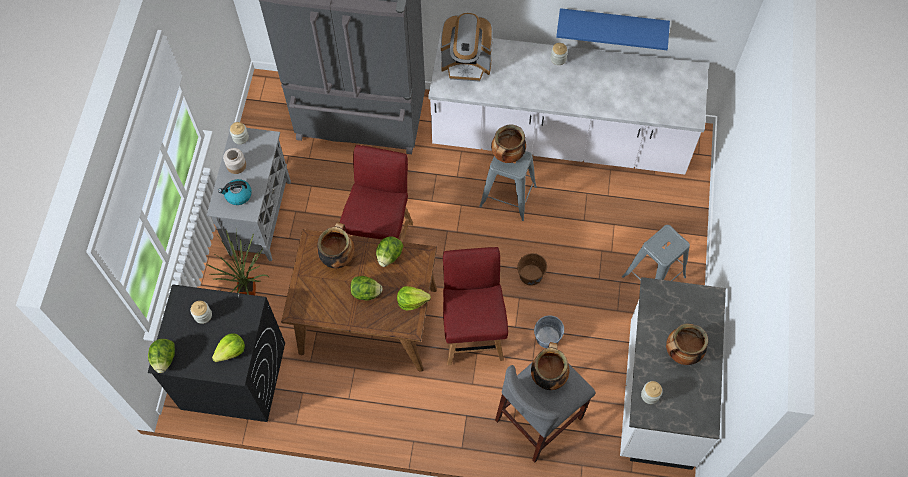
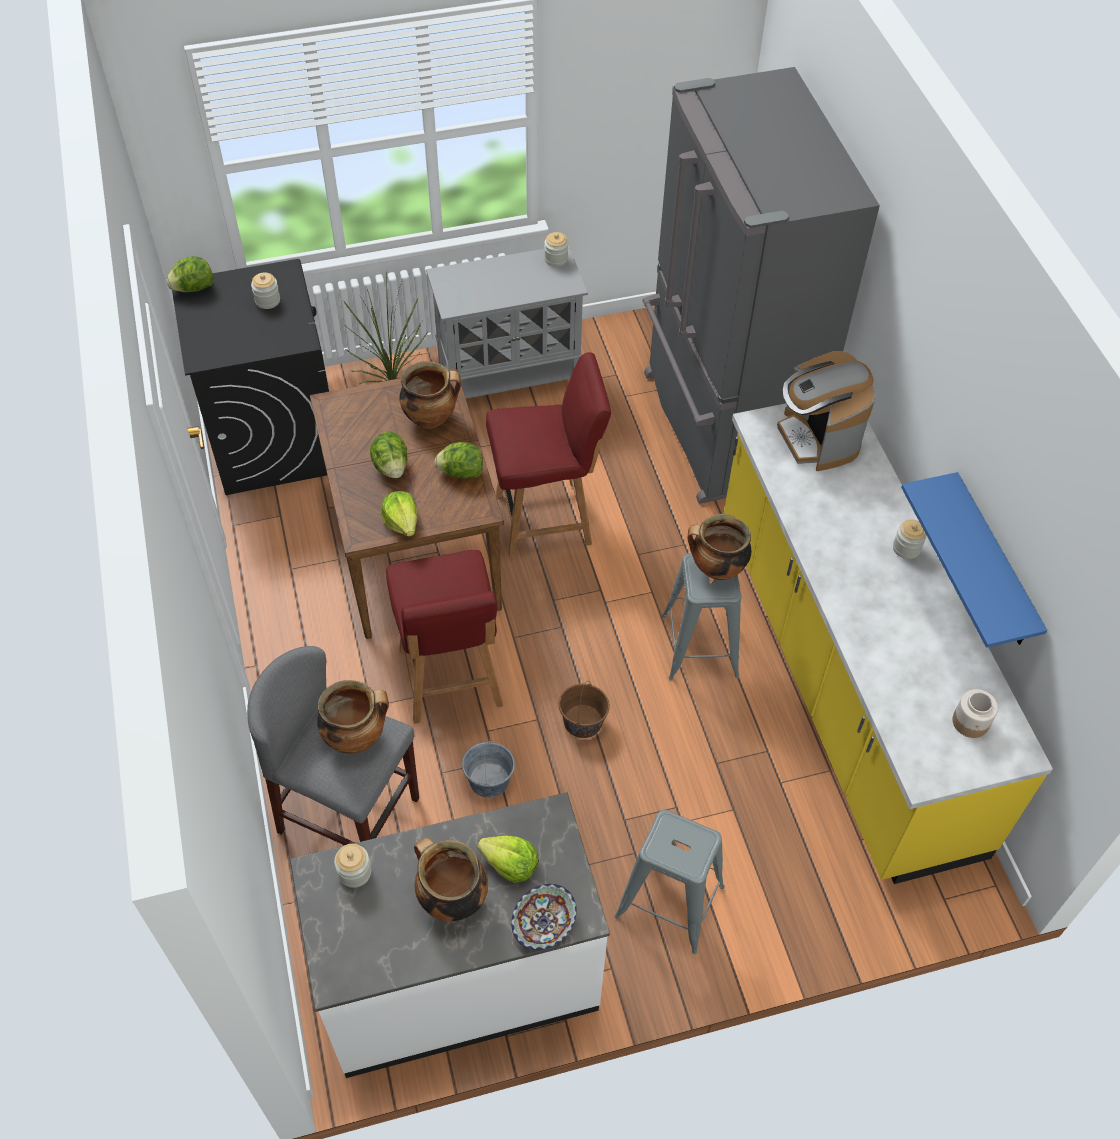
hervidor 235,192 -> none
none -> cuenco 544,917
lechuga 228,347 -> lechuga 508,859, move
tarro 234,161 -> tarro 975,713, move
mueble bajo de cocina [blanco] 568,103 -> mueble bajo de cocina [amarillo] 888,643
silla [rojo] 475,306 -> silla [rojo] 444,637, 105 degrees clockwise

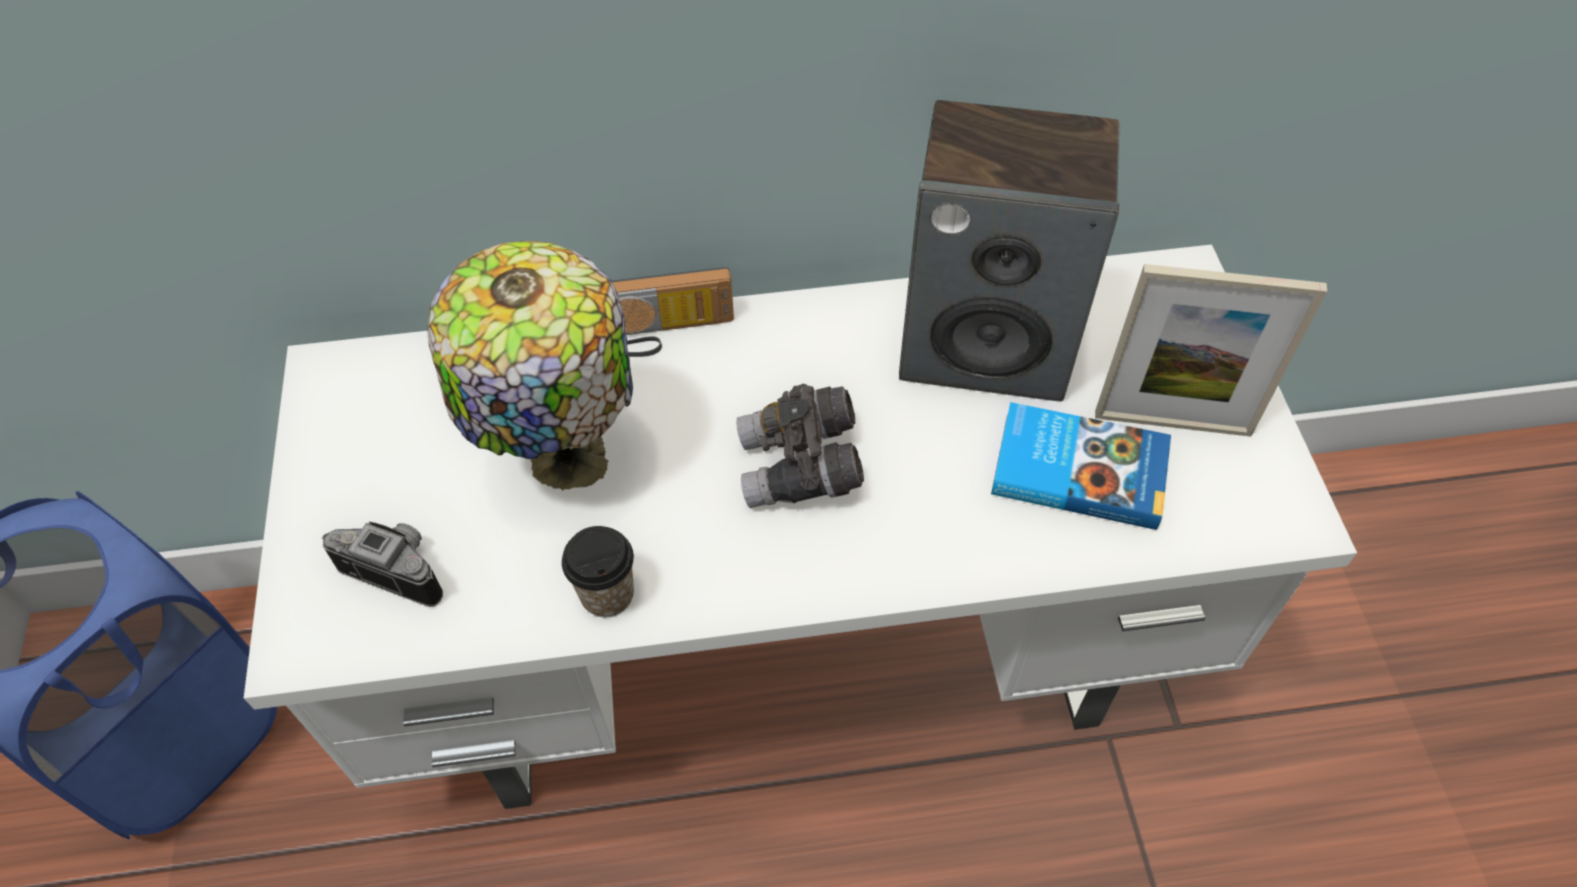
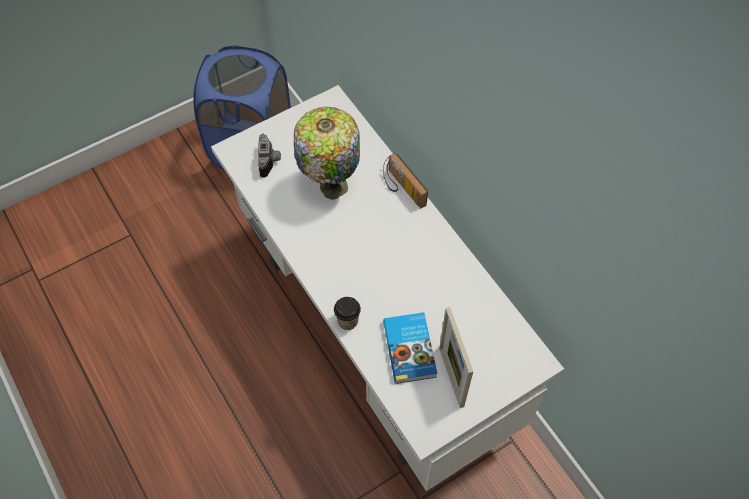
prismáticos [gris] 800,446 -> none
altavoz 1009,250 -> none
taza 598,571 -> taza 347,313, move

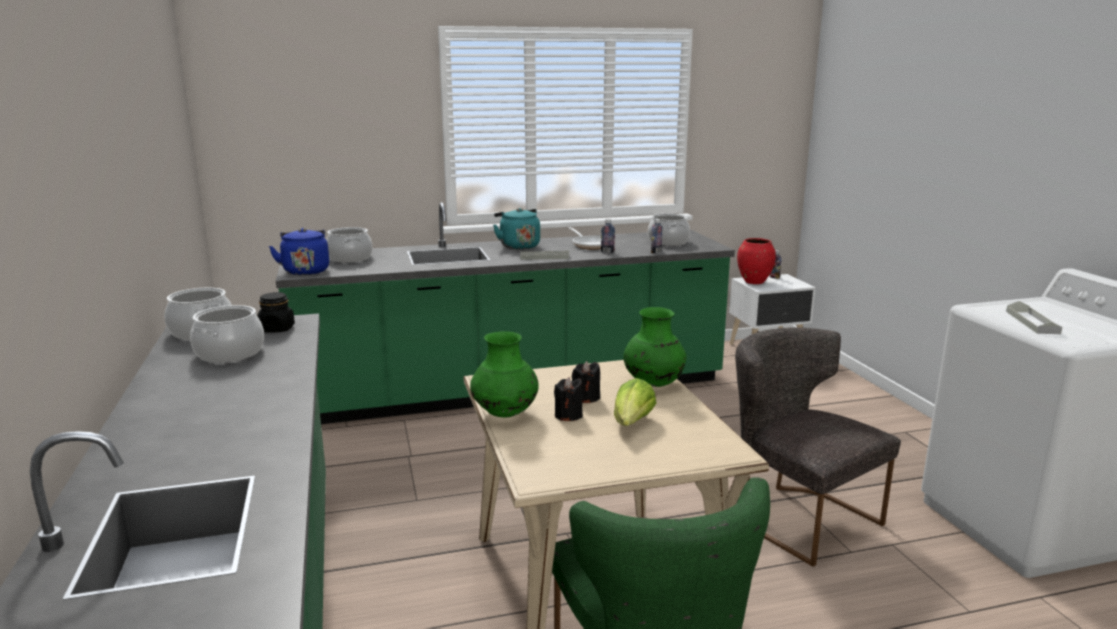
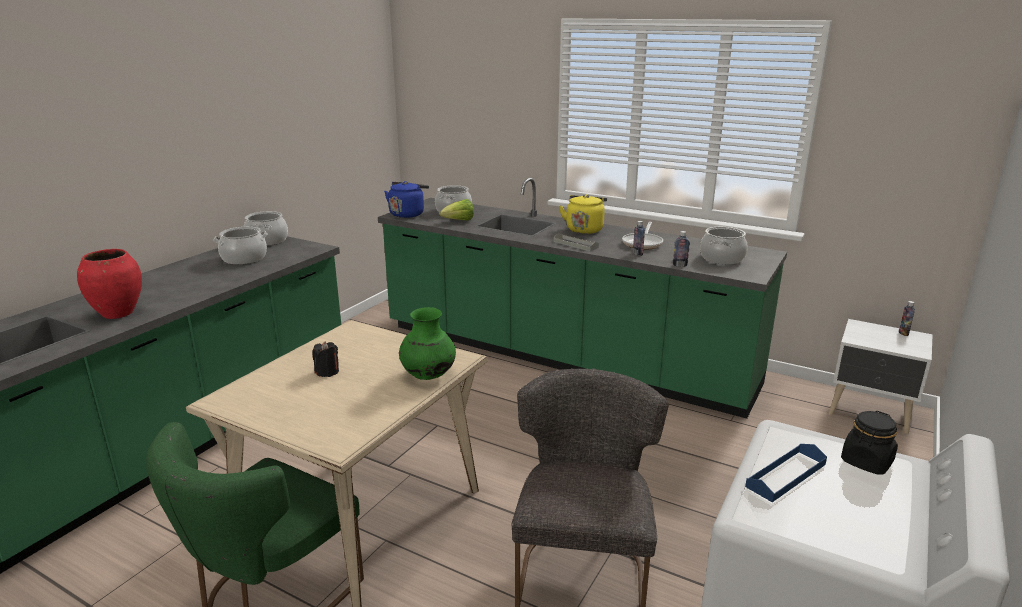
florero [verde] 504,374 -> none
vela [negro] 586,382 -> none
tarro [negro] 276,312 -> tarro [negro] 869,443, move
lechuga 635,402 -> lechuga 456,210, move
florero [rojo] 756,261 -> florero [rojo] 109,284, move
hervidor [turquesa] 516,229 -> hervidor [amarillo] 583,214
bandeja [gris] 1034,317 -> bandeja [azul] 786,473

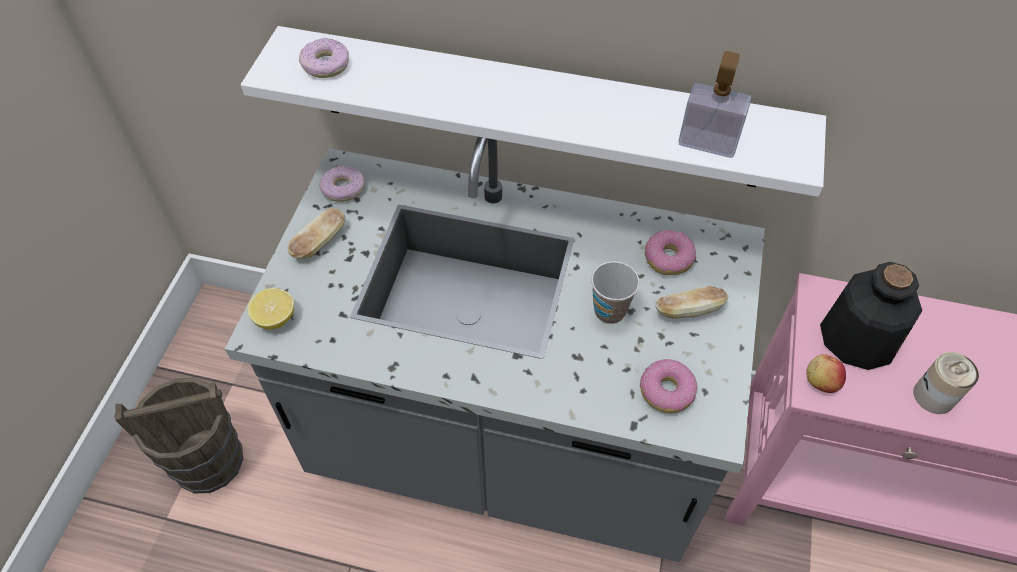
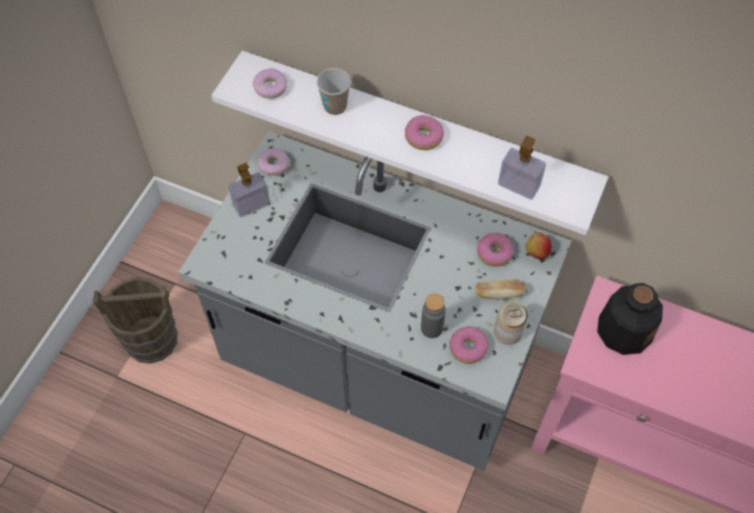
limón 270,308 -> none
none -> rosquilla 424,132
none -> botella [gris] 433,315
taza 615,292 -> taza 334,91, move
manzana 826,373 -> manzana 539,245, move
lata 946,383 -> lata 511,323, move
pan 317,233 -> dispensador de jabón 249,190

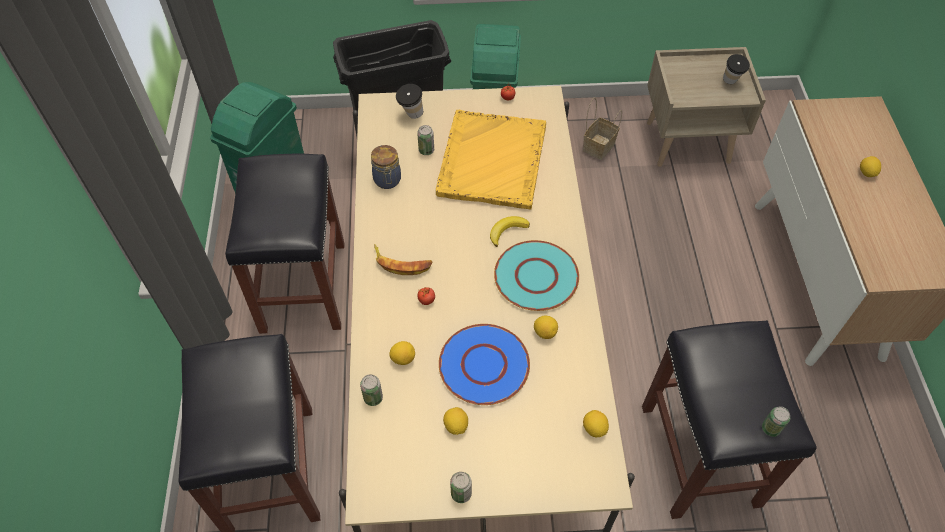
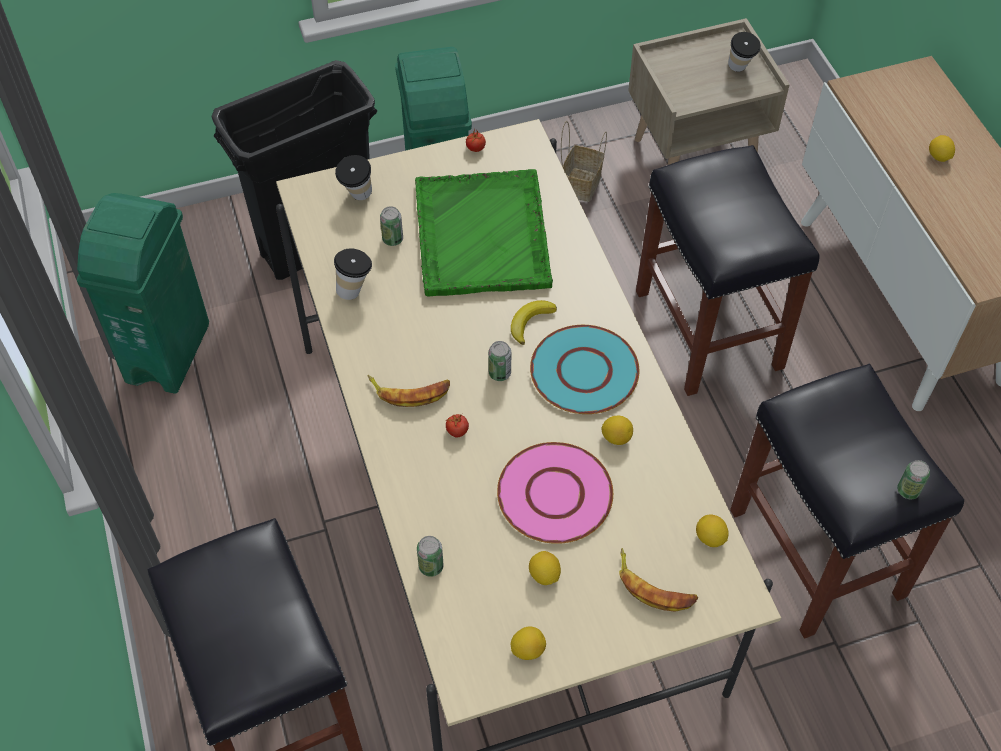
none -> plátano 658,580
taburete [negro] 285,244 -> taburete [negro] 727,270, move
limón 402,353 -> limón 528,643, move
lata 461,487 -> lata 499,361, move
tarro 386,167 -> taza 353,274
bandeja [amarillo] 491,159 -> bandeja [verde] 484,233
plato [azul] 484,364 -> plato [rosa] 555,493

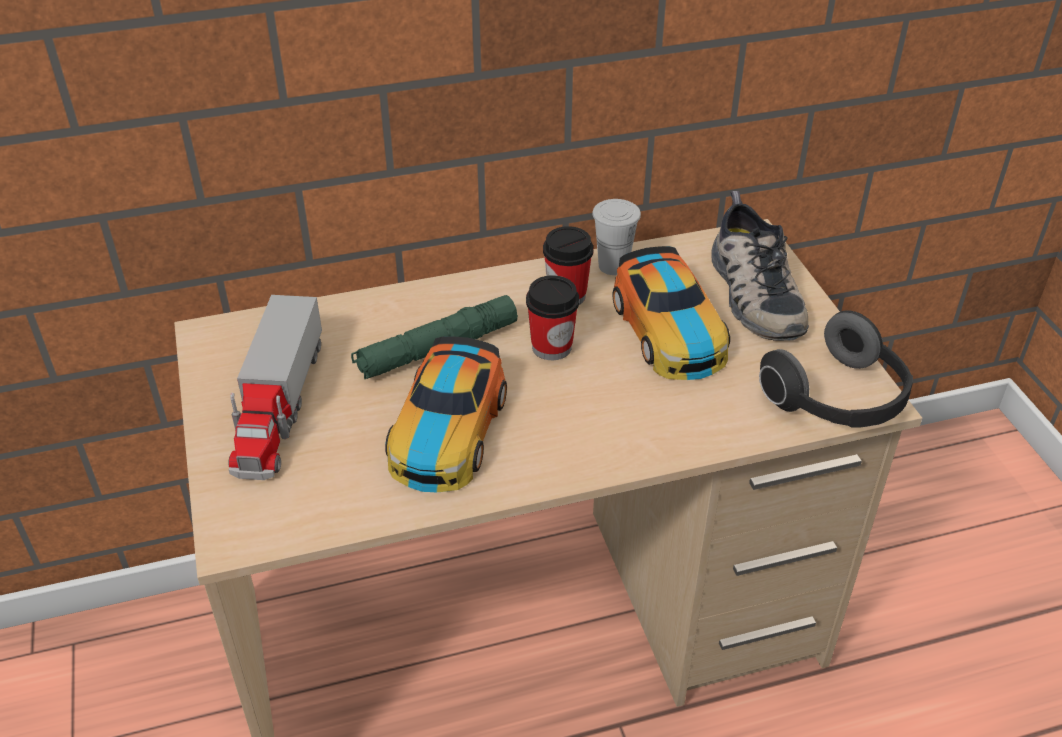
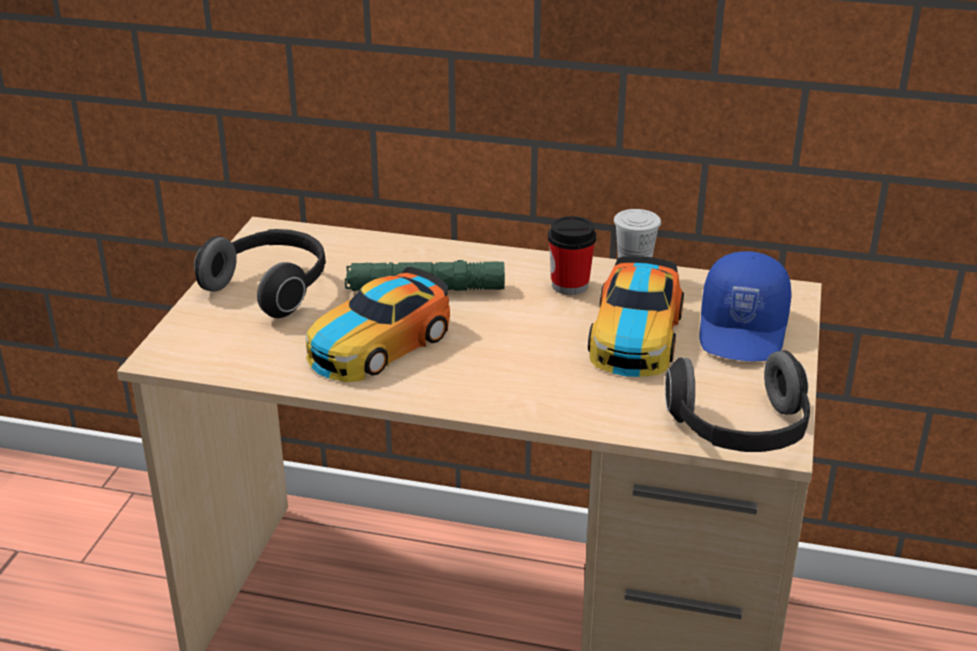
taza 552,317 -> none
camión de juguete 275,387 -> auriculares 260,273
zapato 760,266 -> gorra [azul] 745,306

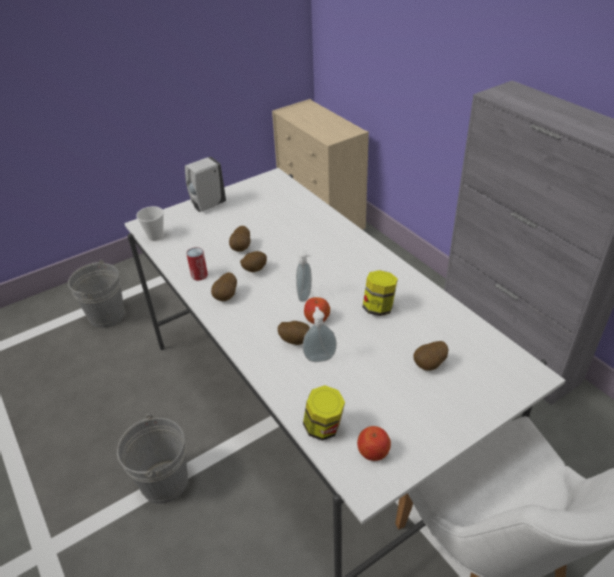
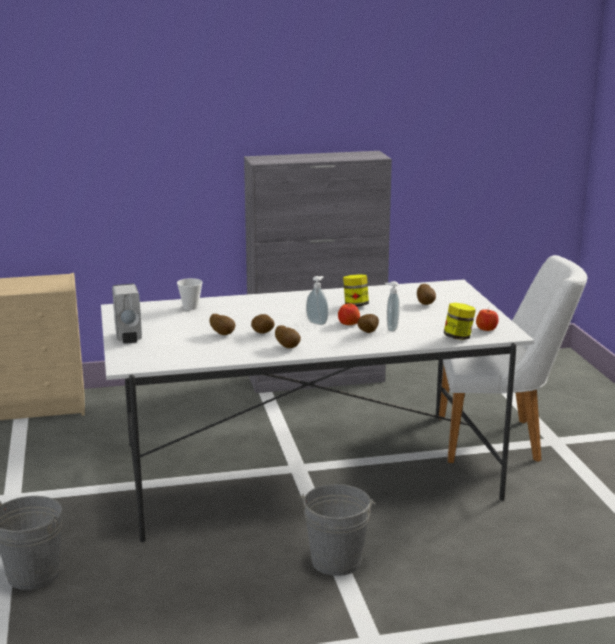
lata 197,264 -> none
taza 150,223 -> taza 190,294, move

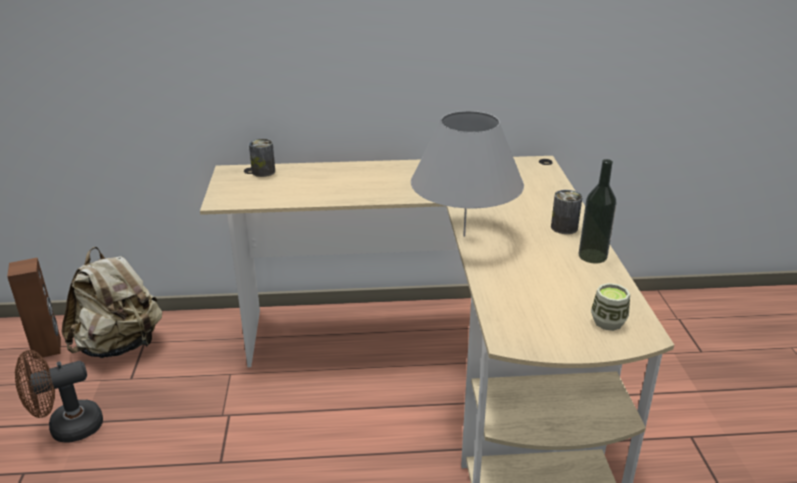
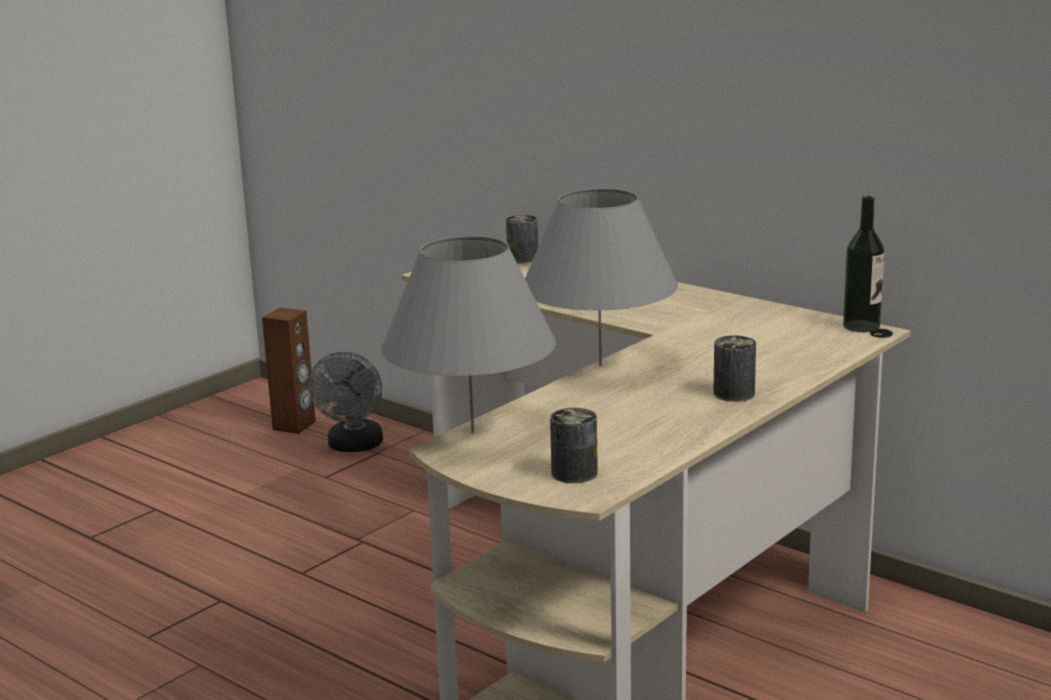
ventilador [marrón] 59,396 -> none
none -> lámpara de mesa [gris] 468,334
botella 598,211 -> botella 864,264, move
mochila [beis] 112,302 -> ventilador [gris] 346,401
taza 610,307 -> lata 574,445

